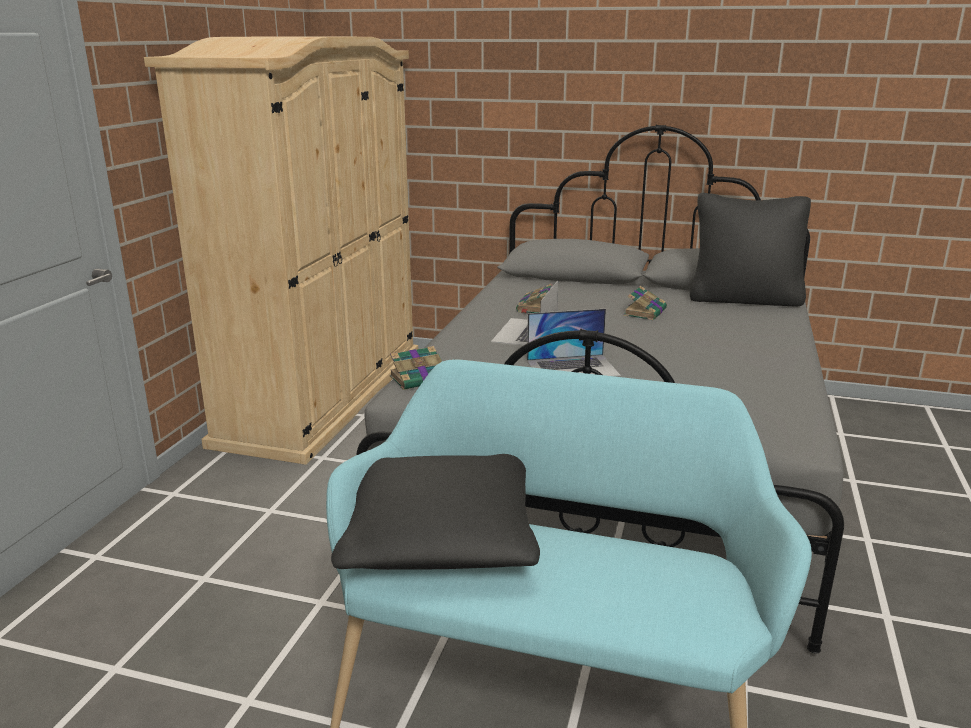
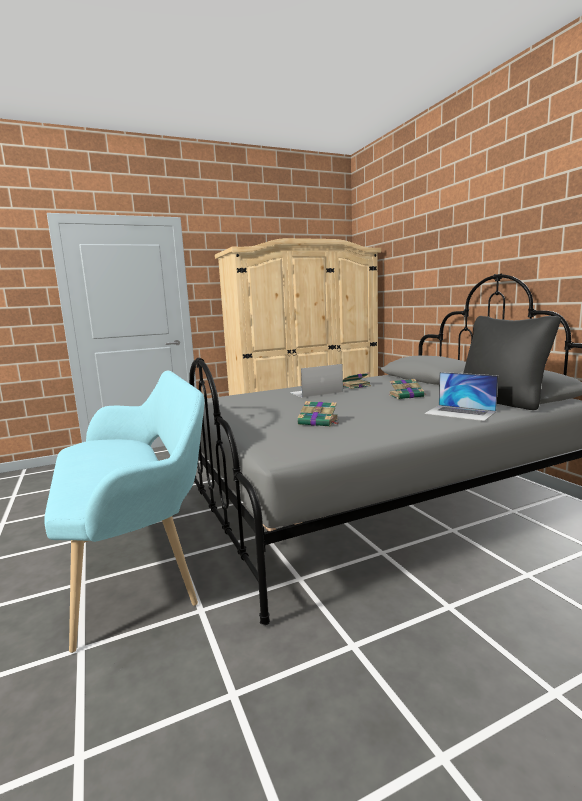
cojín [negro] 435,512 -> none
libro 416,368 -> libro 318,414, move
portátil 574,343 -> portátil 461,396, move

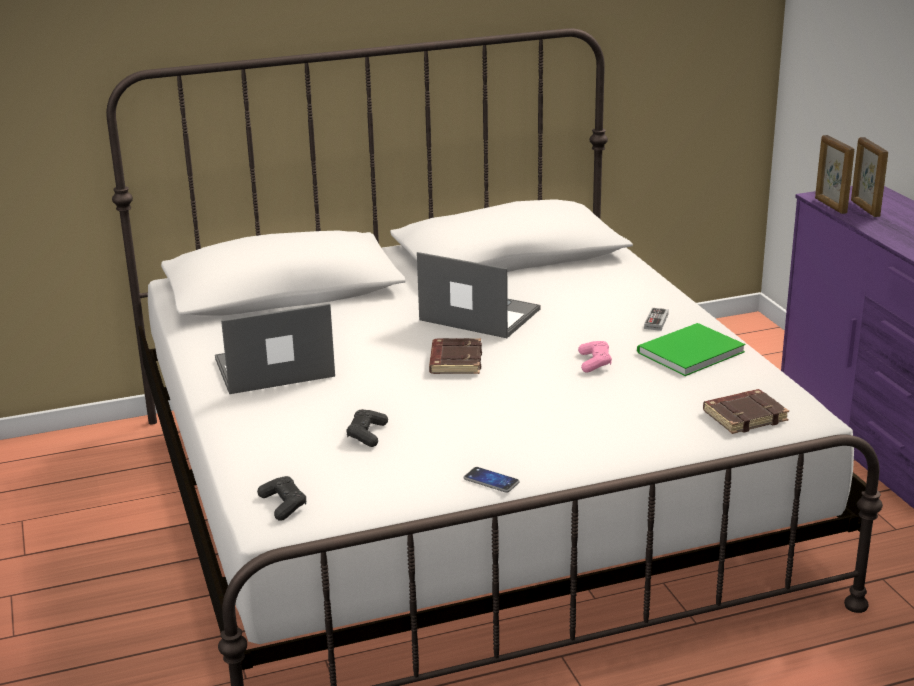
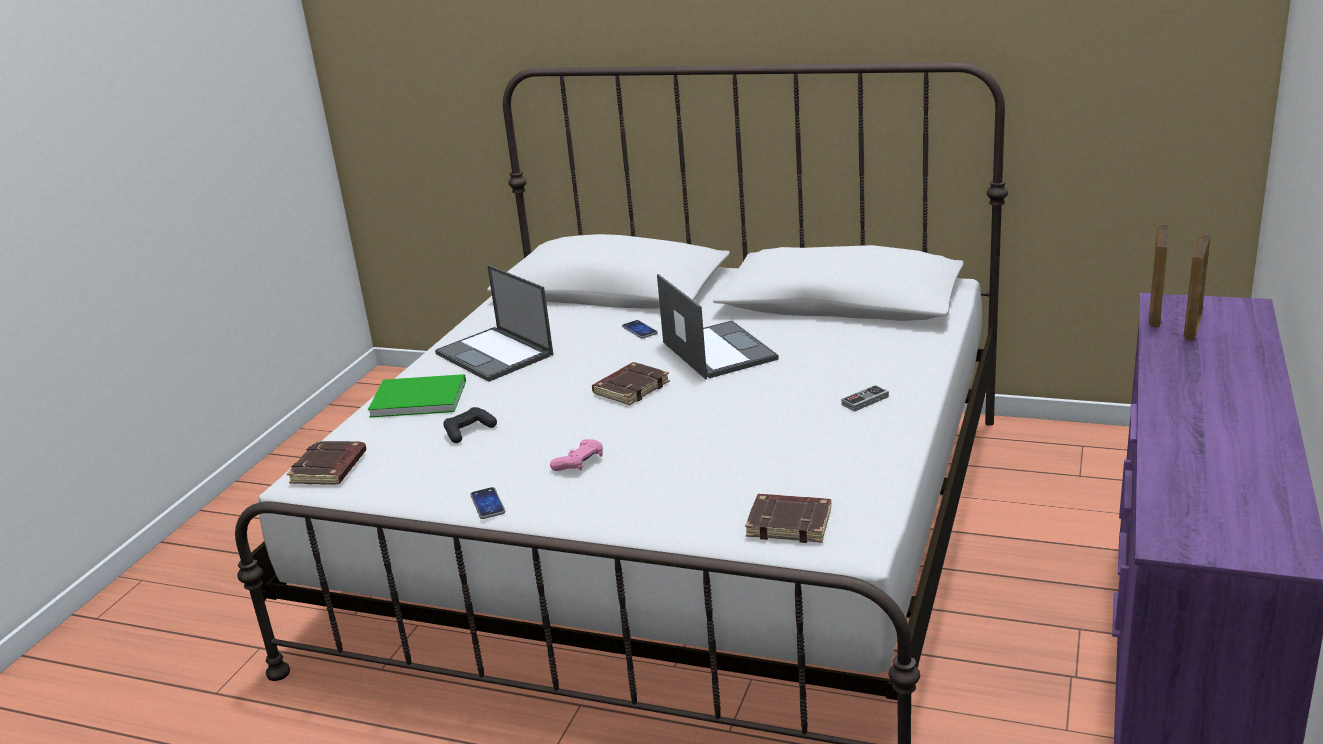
none -> móvil 640,329
mando de consola [rosa] 595,356 -> mando de consola [rosa] 576,455, move
libro [verde] 691,349 -> libro [verde] 417,396, move
mando de consola [negro] 281,498 -> libro [marrón] 327,463
portátil 275,349 -> portátil 494,323, 150 degrees counterclockwise

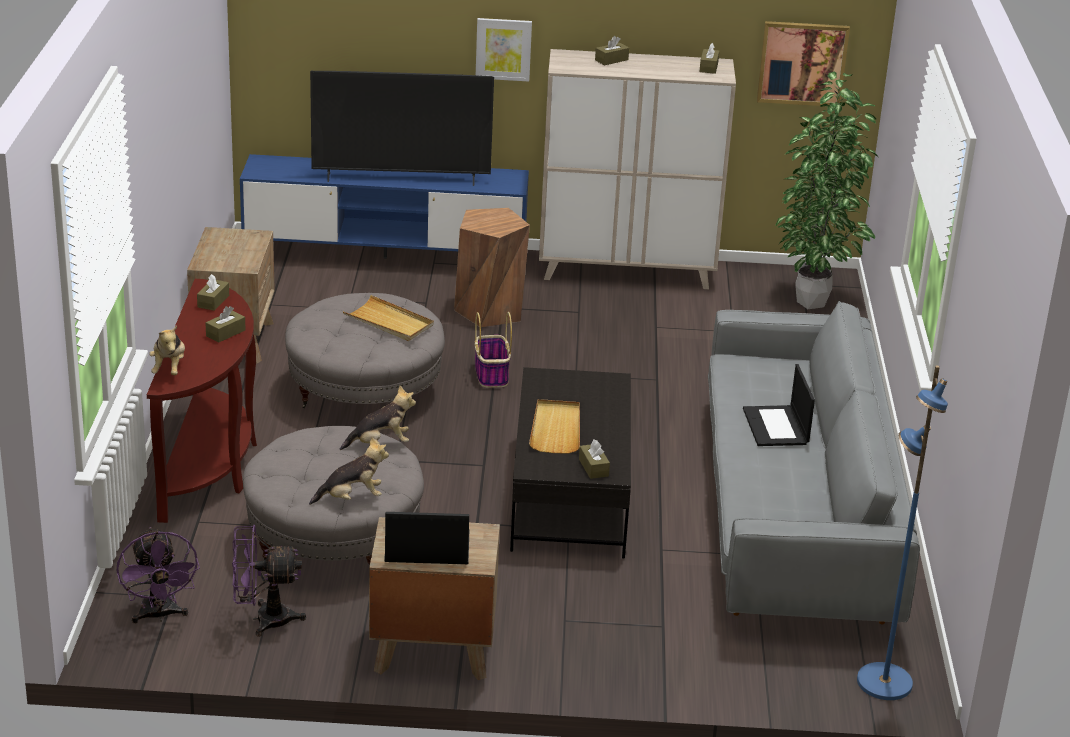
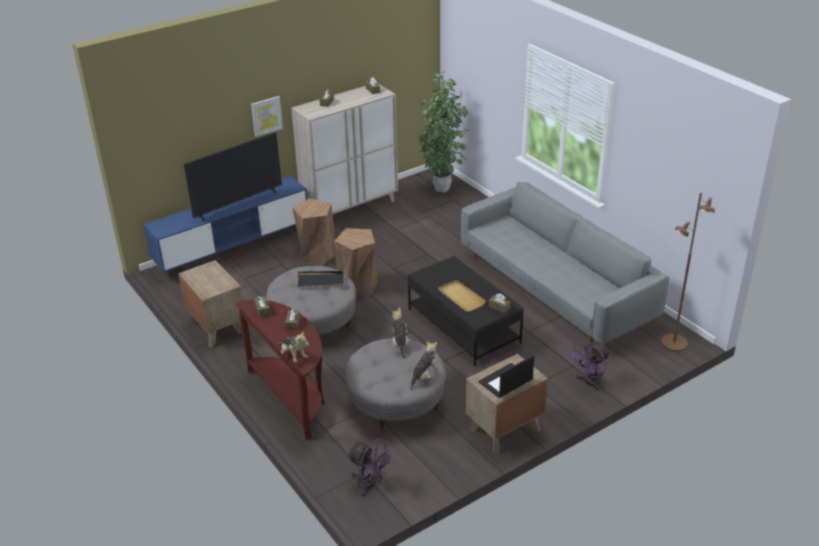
portátil 779,405 -> none
cuadro 803,63 -> none
ventilador [morado] 269,581 -> ventilador [morado] 589,365, move
cesta 493,350 -> taburete [marrón] 356,262
bandeja [beis] 388,318 -> bandeja [negro] 320,279
lámpara de pie [azul] 902,533 -> lámpara de pie [marrón] 688,272
peluche 378,417 -> peluche 402,333, 45 degrees counterclockwise

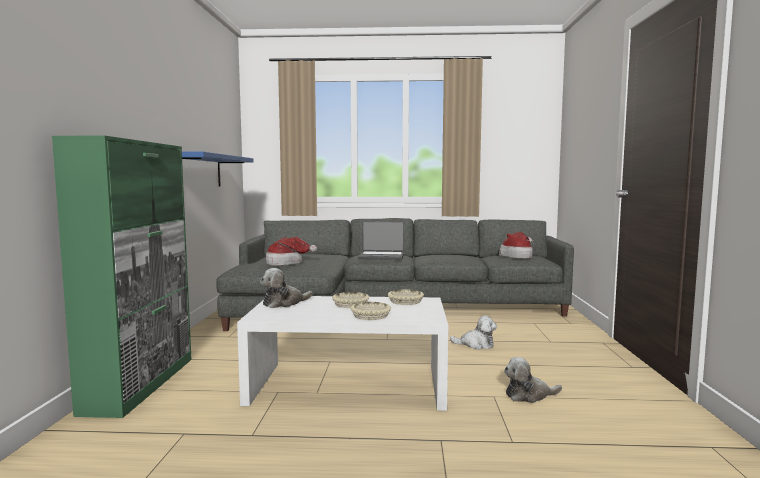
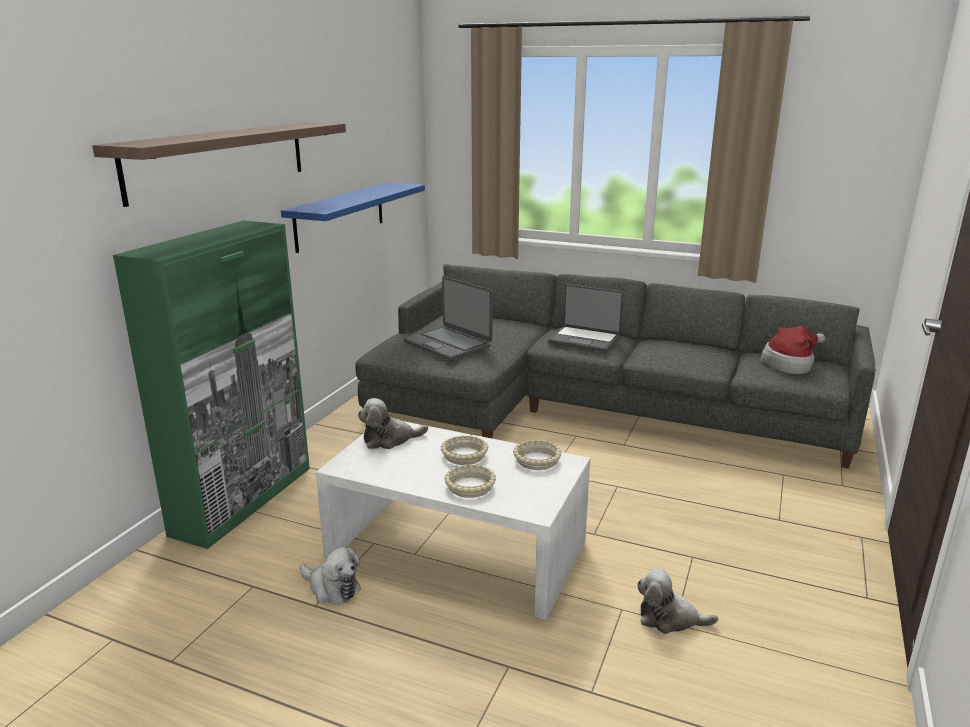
none -> estante 219,164
peluche 473,332 -> peluche 330,575, move
sombrero 291,251 -> portátil 448,318

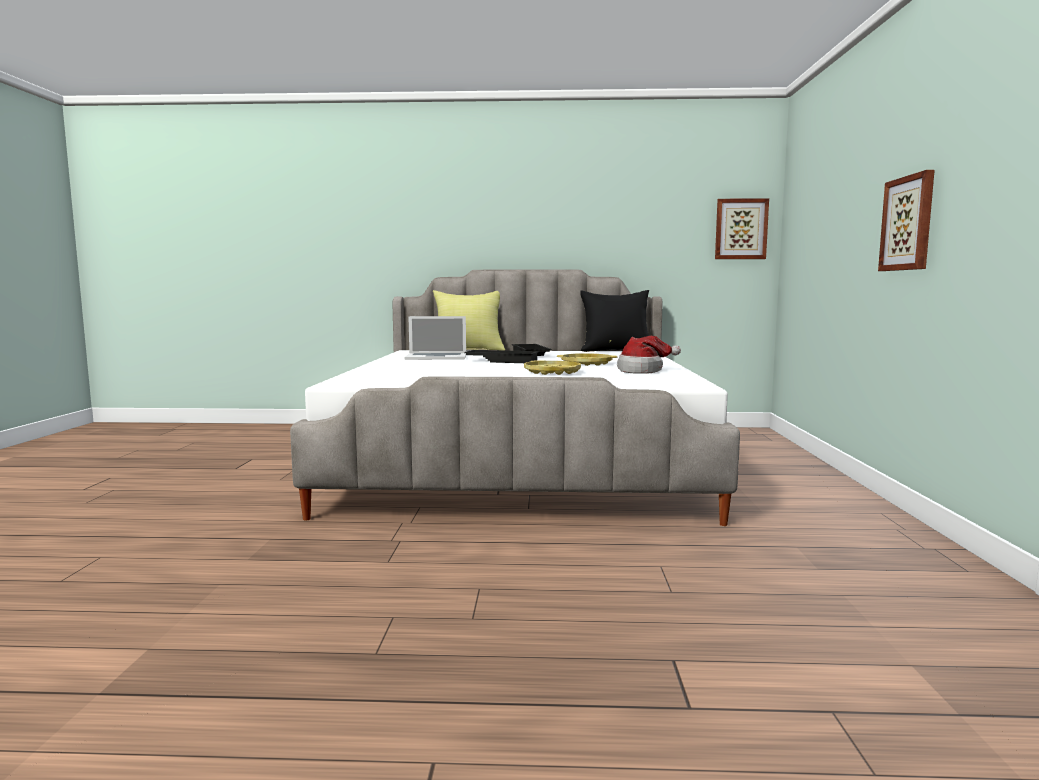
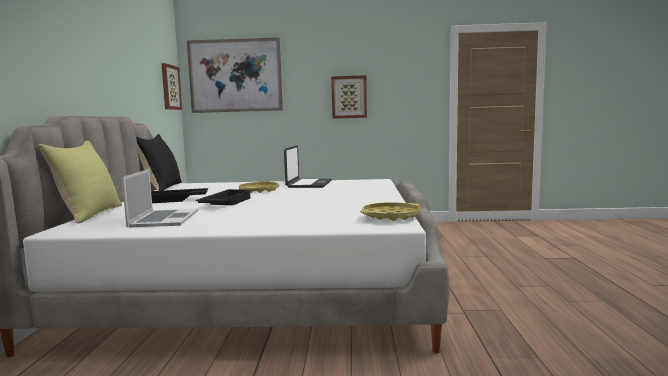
none -> cuadro 235,75
bandeja [amarillo] 552,367 -> bandeja [amarillo] 390,211, move
sombrero 649,355 -> portátil 308,167

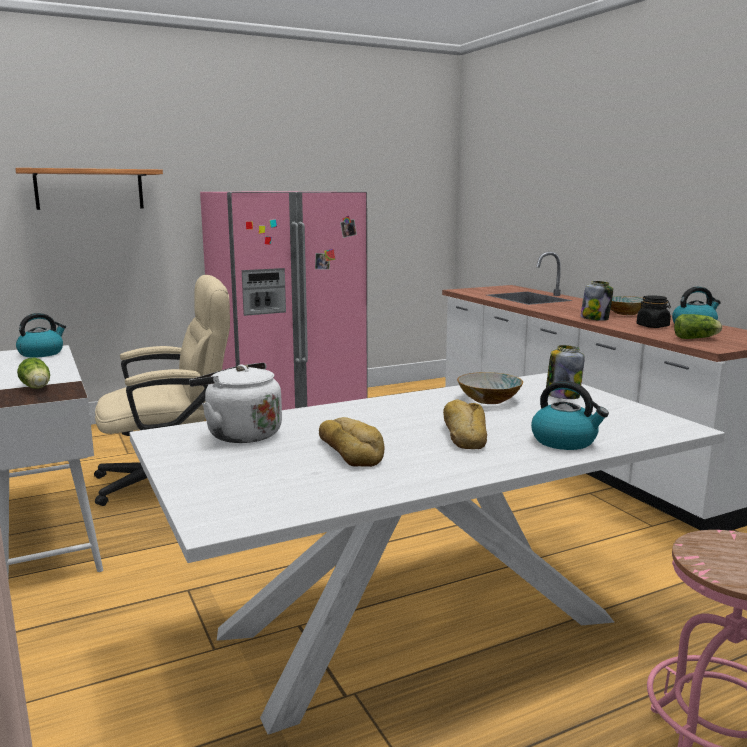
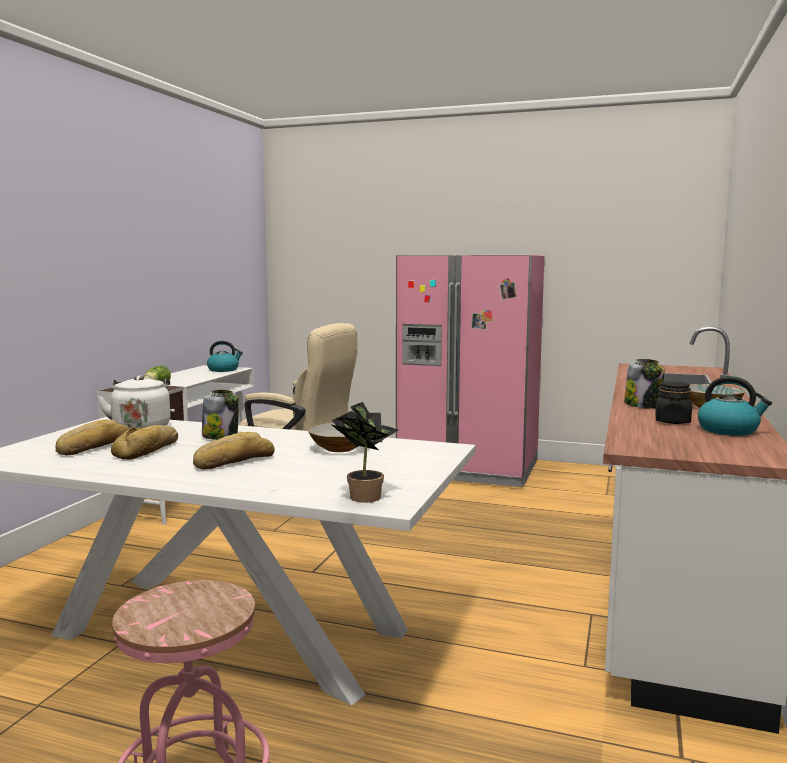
estante 89,189 -> none
hervidor 570,415 -> none
lechuga 698,326 -> none
none -> pan 92,437
none -> planta en maceta 365,452
tarro 565,372 -> tarro 220,415, move

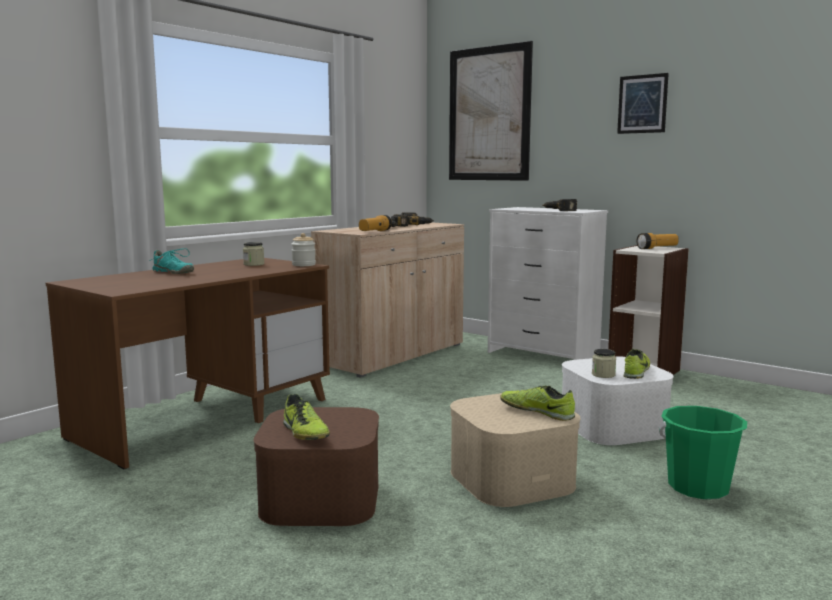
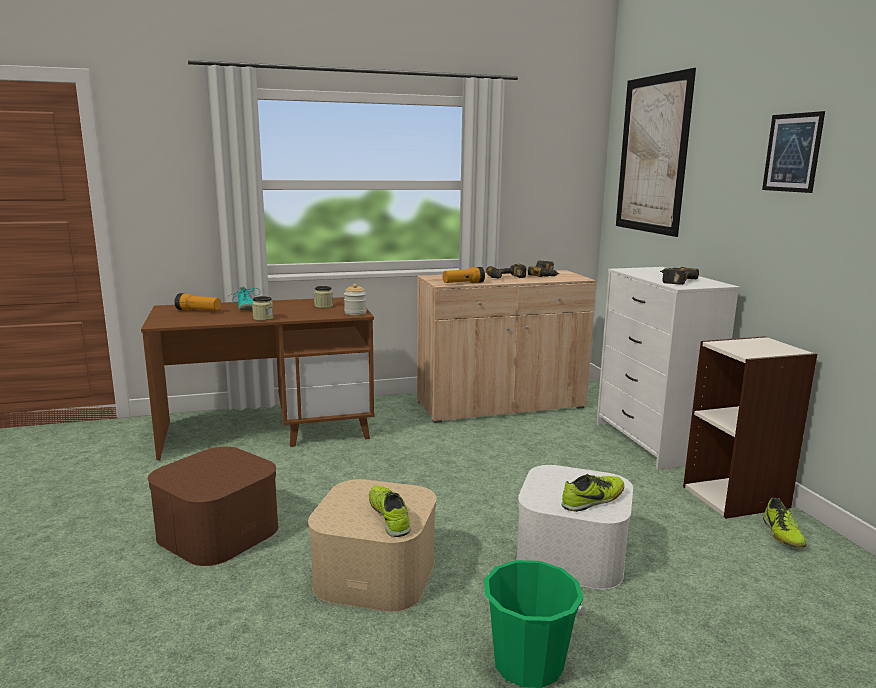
zapato 306,417 -> zapato 785,522, move
tarro 604,363 -> tarro 262,308, move
linterna 658,241 -> linterna 198,302, move

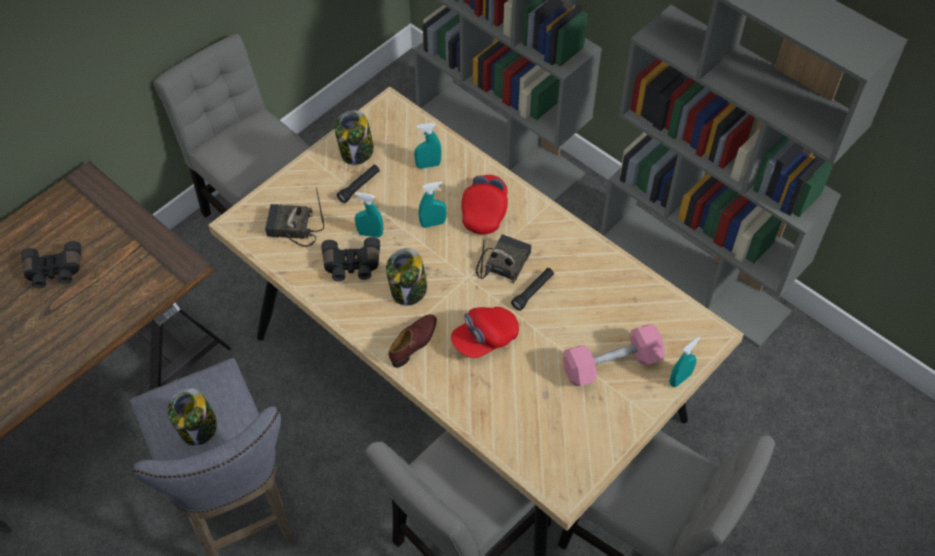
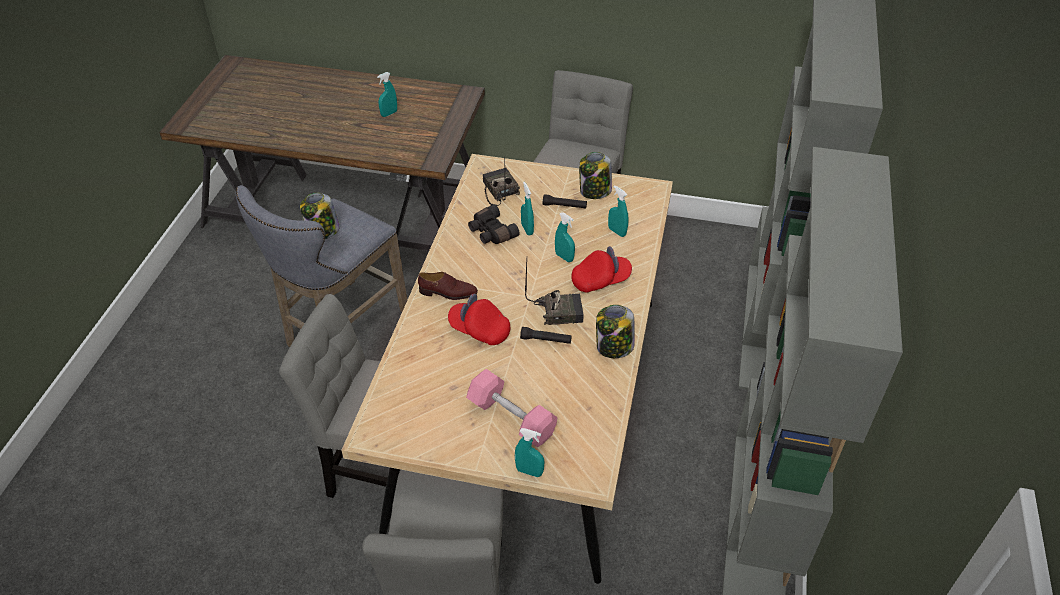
tarro 406,277 -> tarro 615,331, move
prismáticos [negro] 51,265 -> pulverizador [turquesa] 387,94

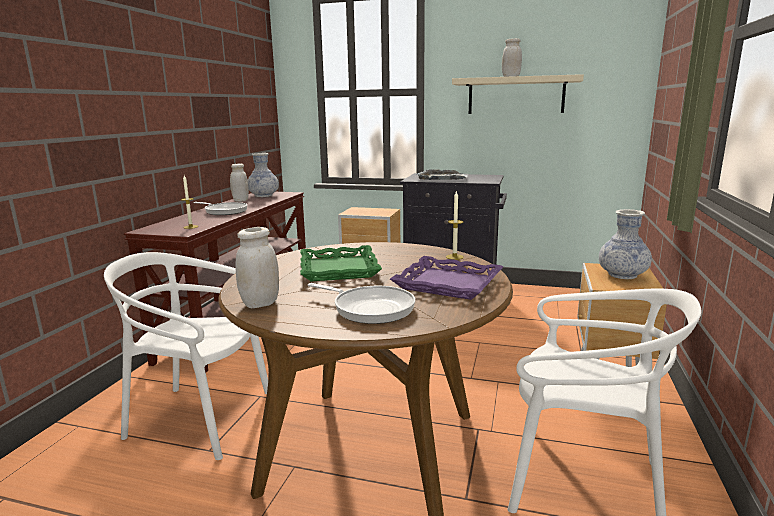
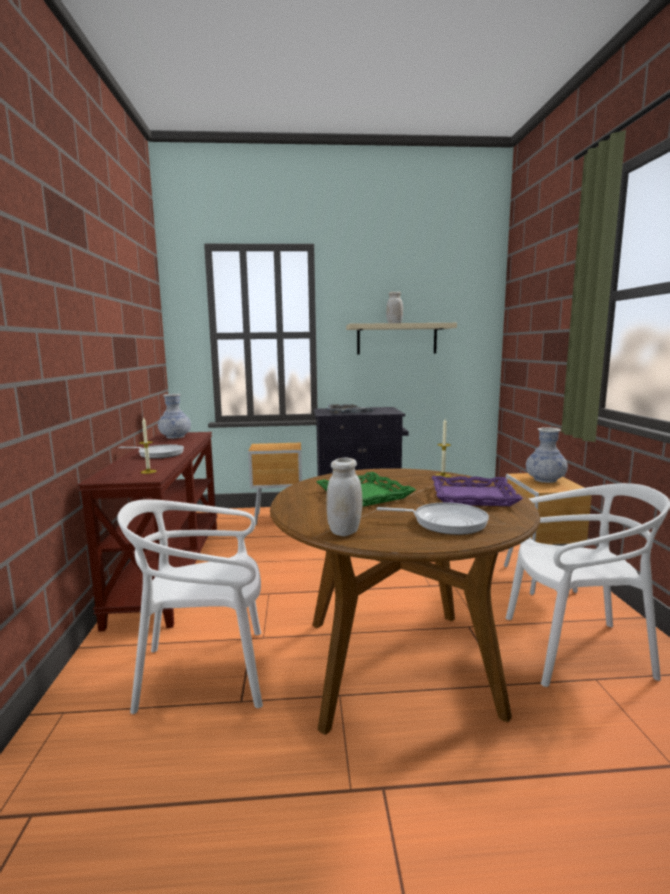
tarro [blanco] 239,182 -> none

